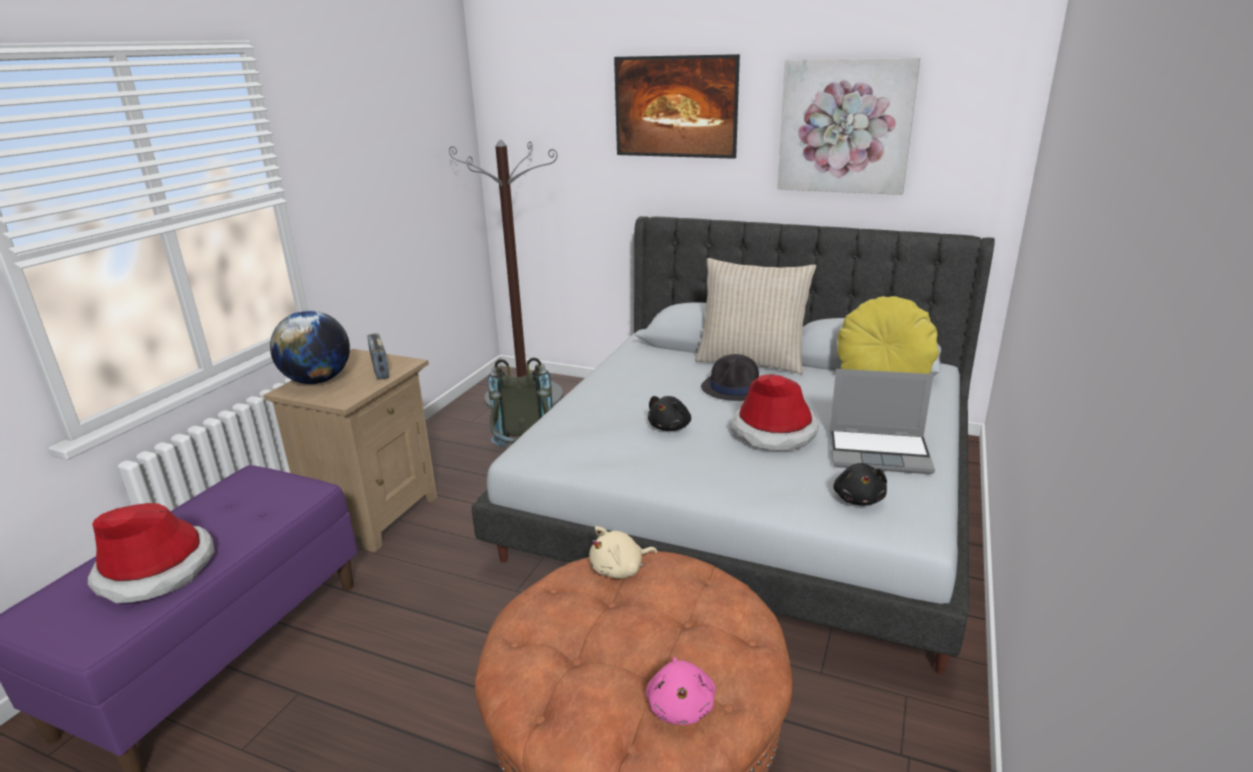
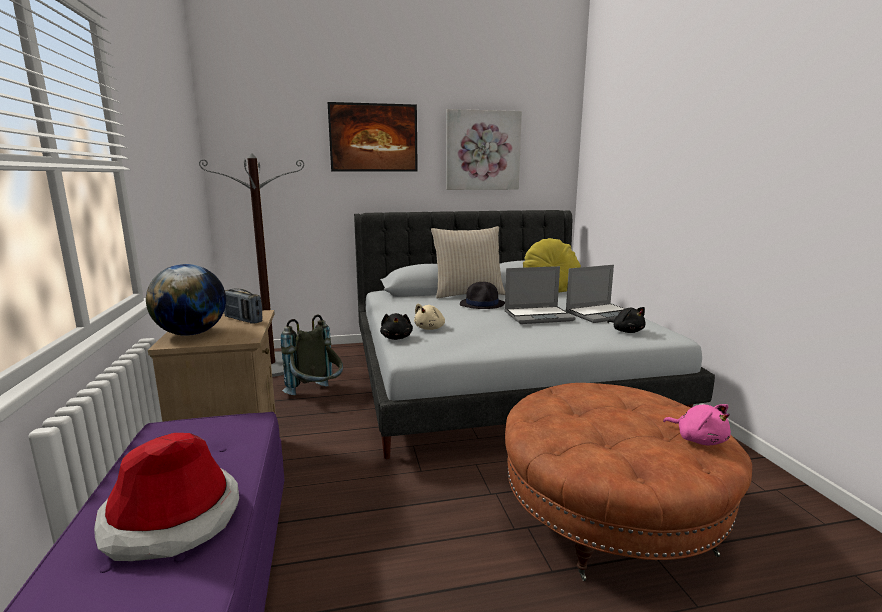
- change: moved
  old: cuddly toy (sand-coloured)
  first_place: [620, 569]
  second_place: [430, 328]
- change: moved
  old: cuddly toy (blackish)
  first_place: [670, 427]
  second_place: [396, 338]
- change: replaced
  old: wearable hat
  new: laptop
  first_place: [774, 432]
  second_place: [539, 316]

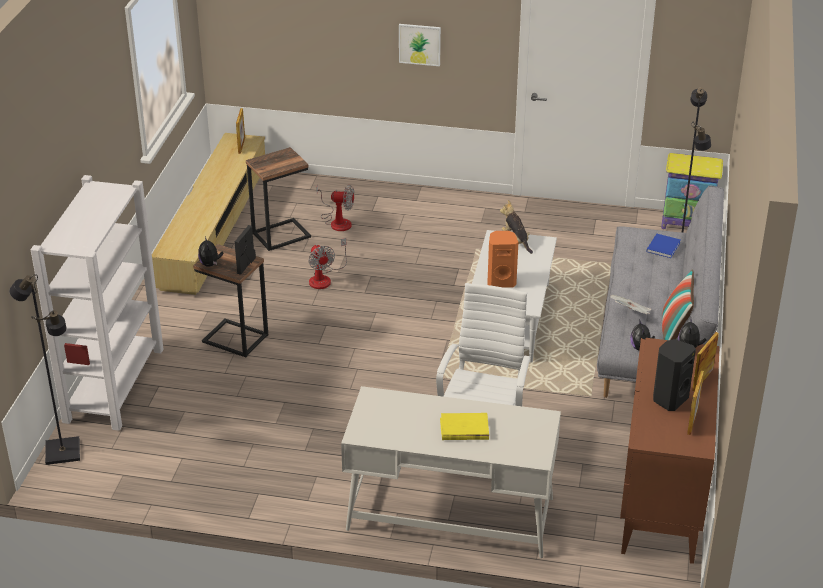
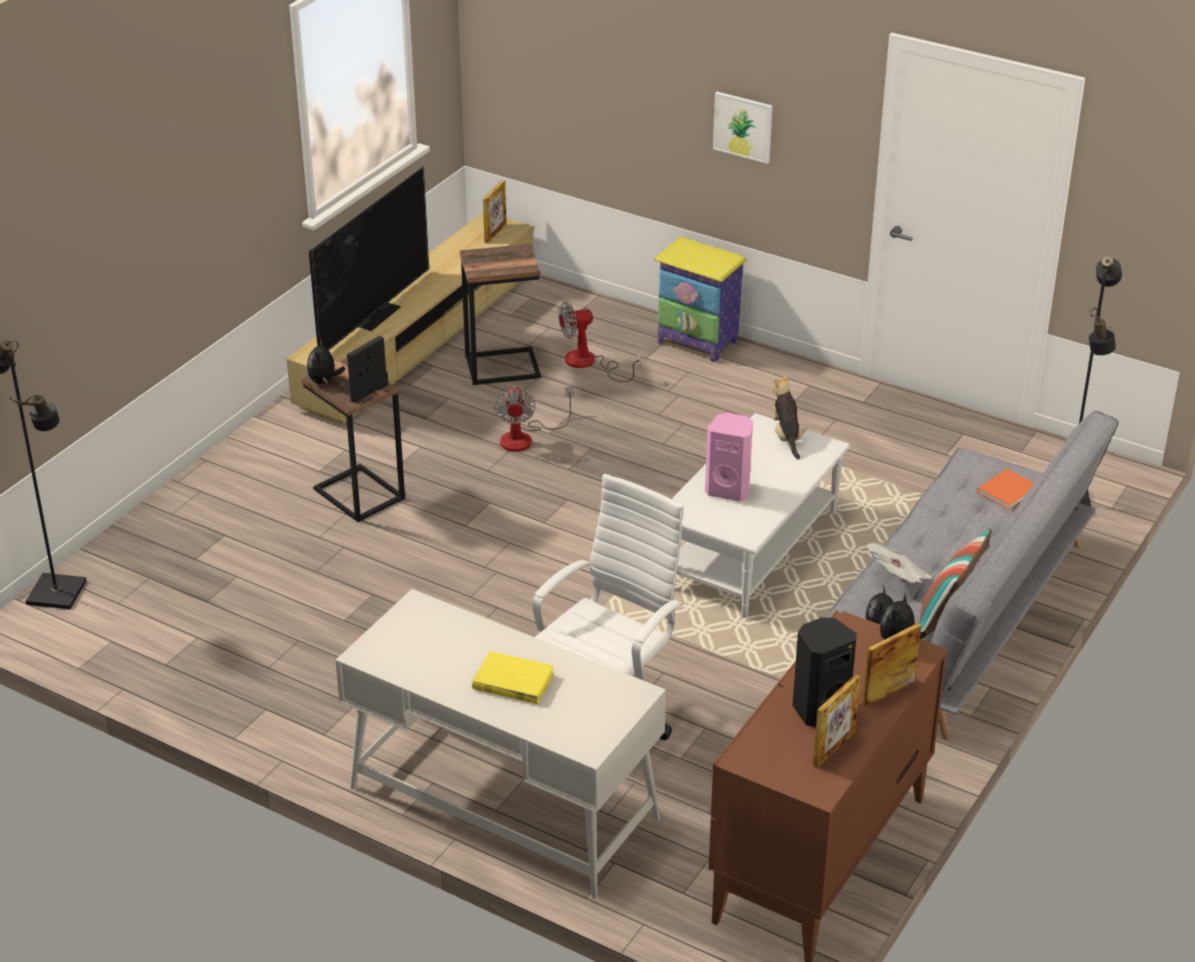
- change: removed
  old: shelving unit (white)
  first_place: [114, 384]
- change: added
  new: television
  second_place: [374, 314]
- change: moved
  old: bedside table
  first_place: [687, 224]
  second_place: [698, 344]
- change: recoloured
  old: loudspeaker (orange)
  new: loudspeaker (pink-coloured)
  first_place: [501, 281]
  second_place: [729, 490]
- change: recoloured
  old: book (blue)
  new: book (orange)
  first_place: [663, 246]
  second_place: [1008, 490]
- change: turned
  old: electric fan
  first_place: [337, 221]
  second_place: [589, 363]
  degrees: 135

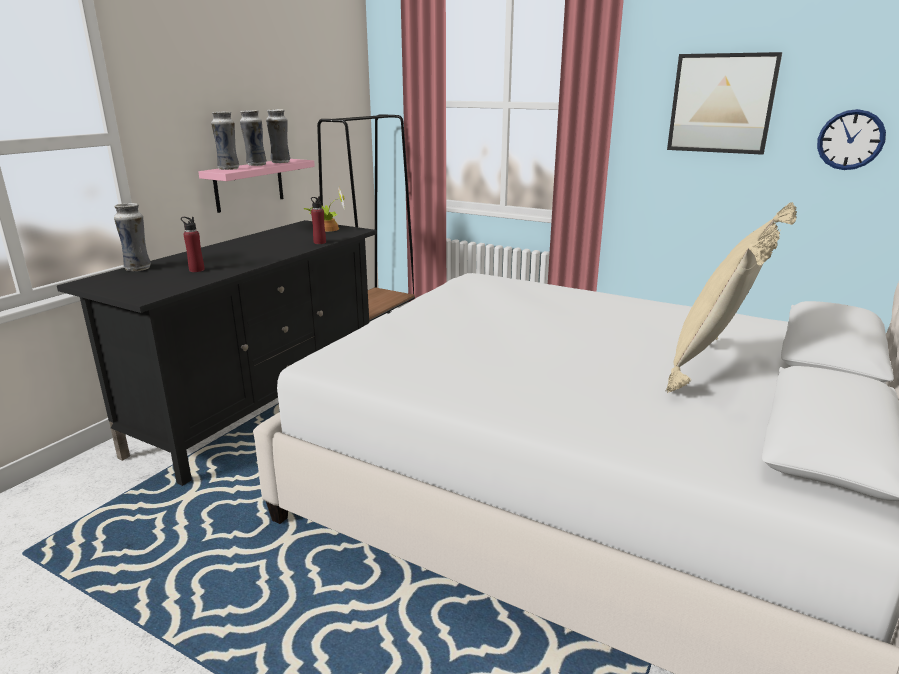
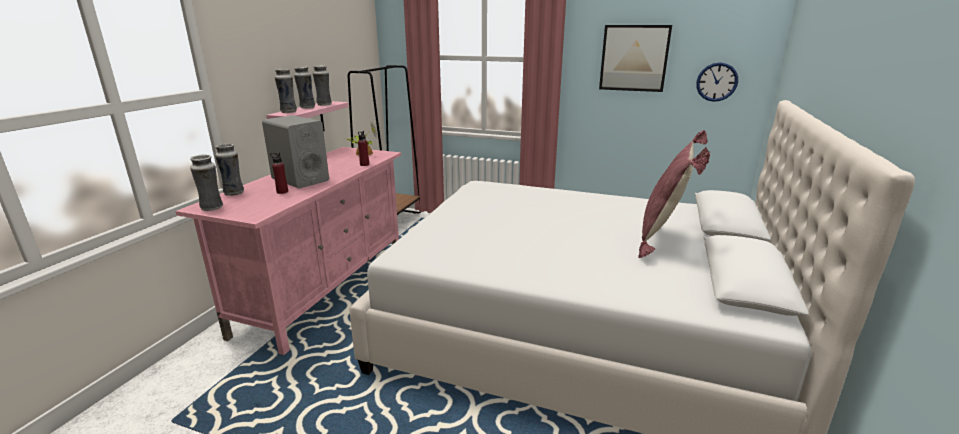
- change: added
  new: vase
  second_place: [212, 208]
- change: added
  new: loudspeaker (gray)
  second_place: [300, 180]
- change: recoloured
  old: drawer chest (blackish)
  new: drawer chest (pink-coloured)
  first_place: [261, 408]
  second_place: [325, 290]
- change: recoloured
  old: throw pillow (sand-coloured)
  new: throw pillow (red)
  first_place: [718, 374]
  second_place: [665, 243]

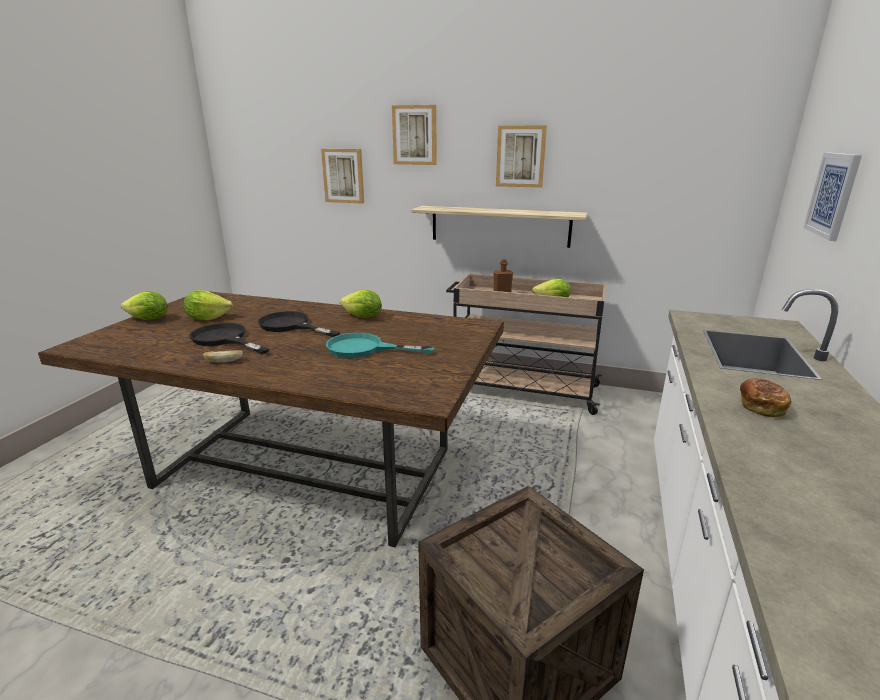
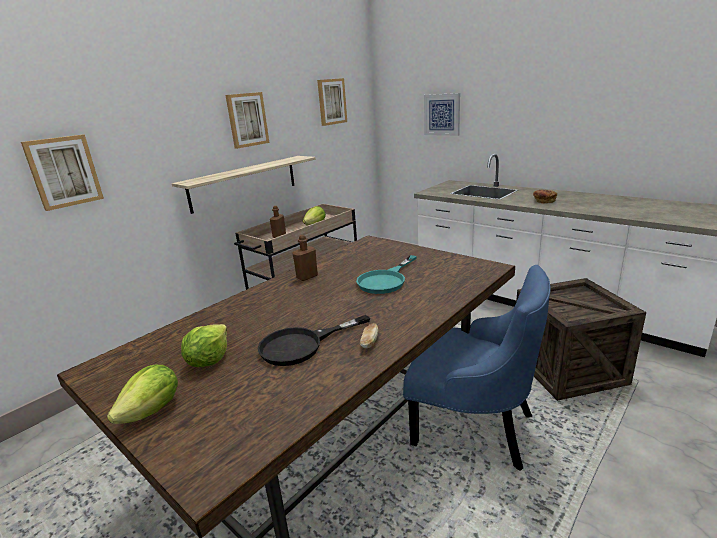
- change: removed
  old: frying pan (blackish)
  first_place: [290, 326]
- change: added
  new: chair (blue)
  second_place: [471, 427]
- change: moved
  old: picture
  first_place: [415, 135]
  second_place: [331, 101]
- change: replaced
  old: lettuce
  new: drink bottle (brown)
  first_place: [363, 317]
  second_place: [307, 277]

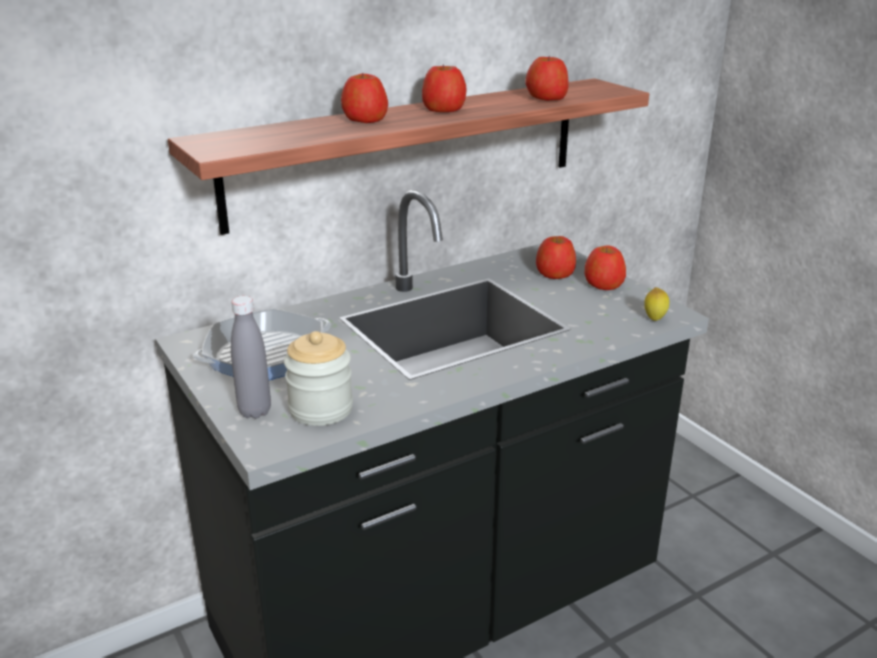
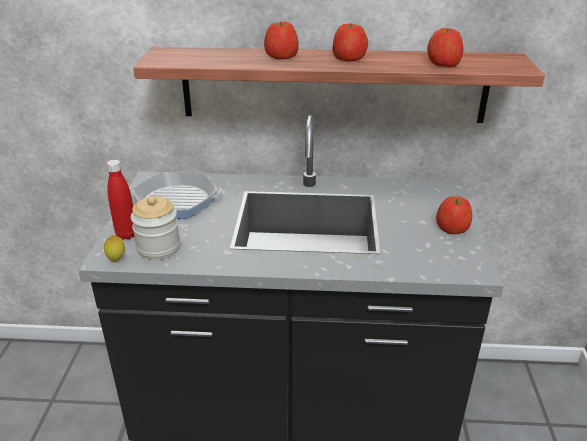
- change: removed
  old: apple fruit
  first_place: [555, 273]
- change: moved
  old: whole lemon
  first_place: [654, 318]
  second_place: [116, 259]
- change: recoloured
  old: drink bottle (gray)
  new: drink bottle (red)
  first_place: [255, 411]
  second_place: [126, 234]

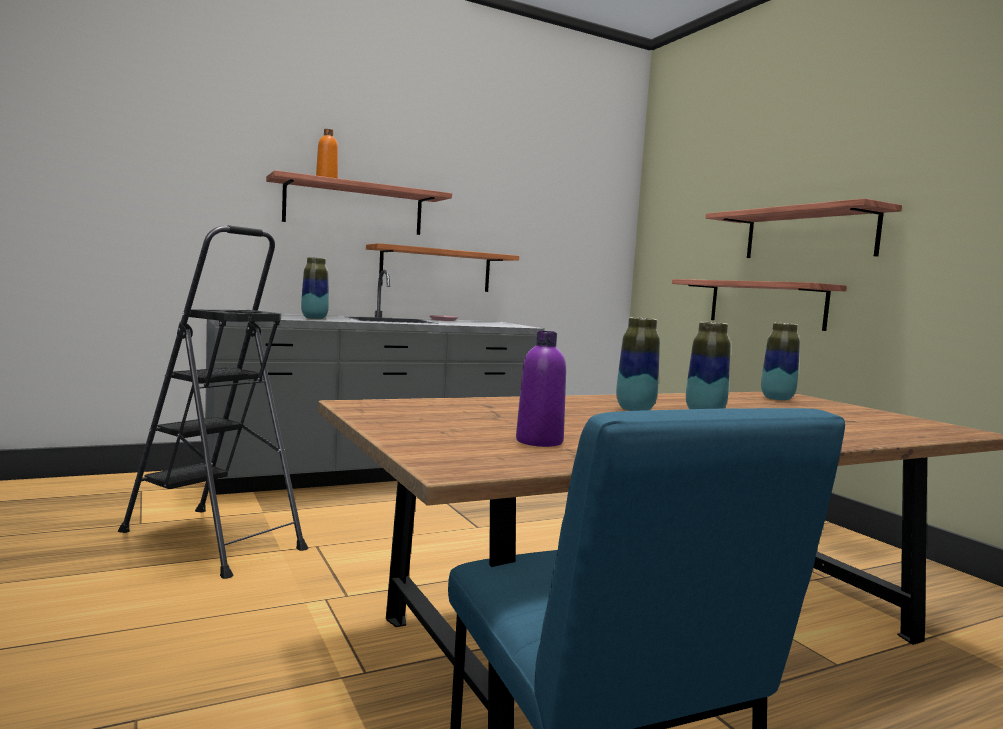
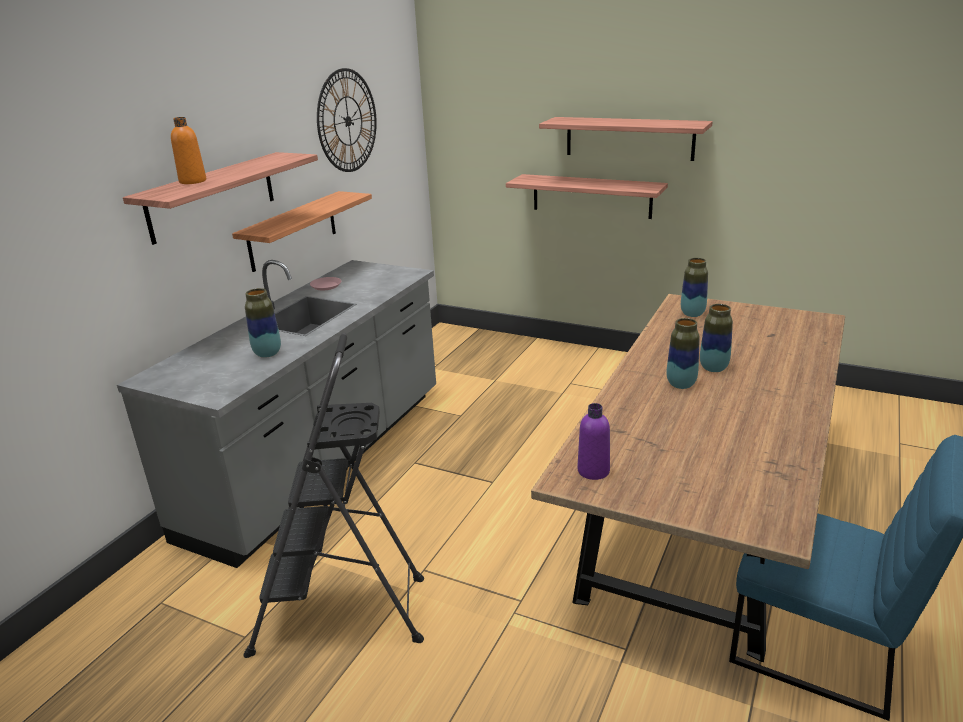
- change: added
  new: hanging clock
  second_place: [347, 121]
- change: moved
  old: drink bottle (purple)
  first_place: [539, 441]
  second_place: [593, 471]

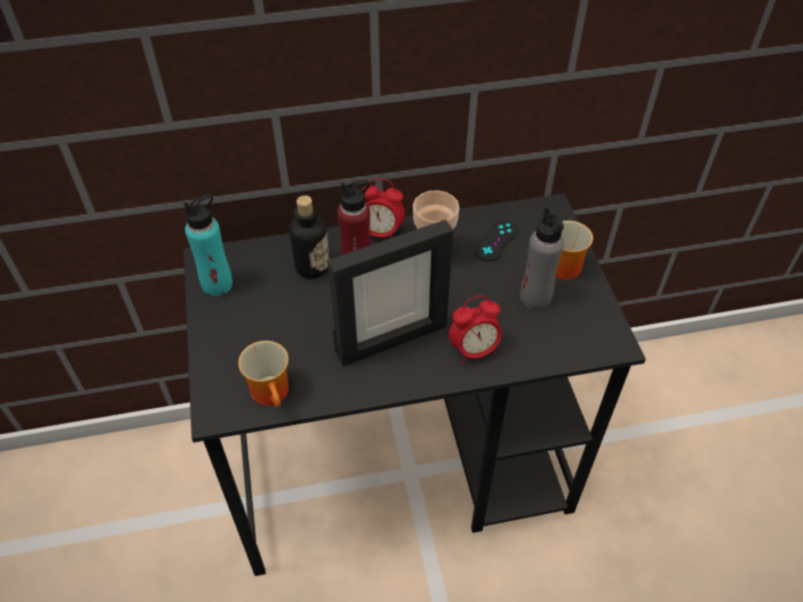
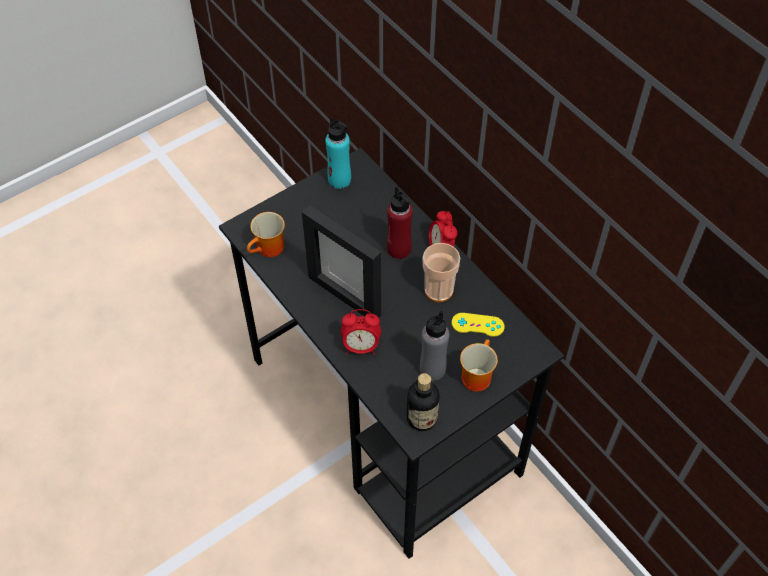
- change: moved
  old: drink bottle
  first_place: [312, 267]
  second_place: [422, 418]
- change: recoloured
  old: game controller (blackish)
  new: game controller (yellowish)
  first_place: [496, 240]
  second_place: [477, 325]
- change: turned
  old: bedside clock
  first_place: [474, 350]
  second_place: [361, 347]
  degrees: -45

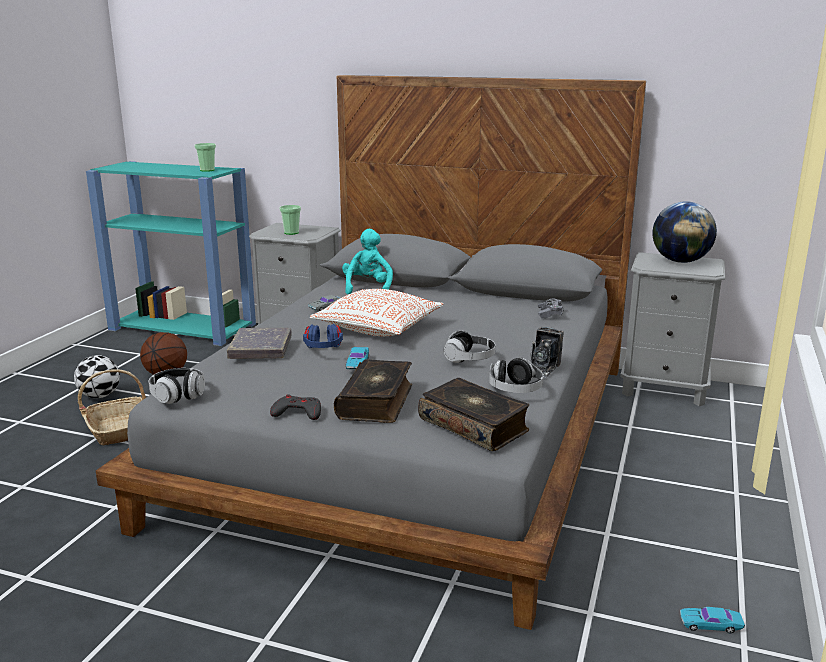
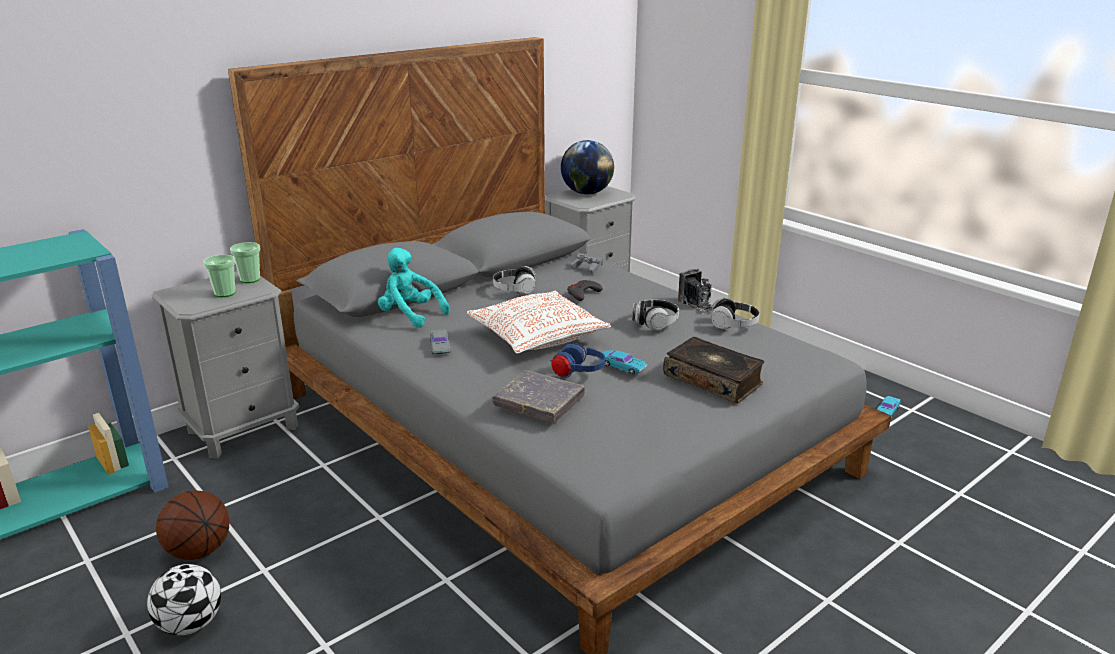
- change: removed
  old: storage basket
  first_place: [118, 429]
- change: removed
  old: book
  first_place: [474, 425]
- change: moved
  old: pair of headphones
  first_place: [178, 395]
  second_place: [514, 290]
- change: moved
  old: cup
  first_place: [207, 170]
  second_place: [250, 279]
- change: moved
  old: game controller (gray)
  first_place: [297, 412]
  second_place: [583, 293]

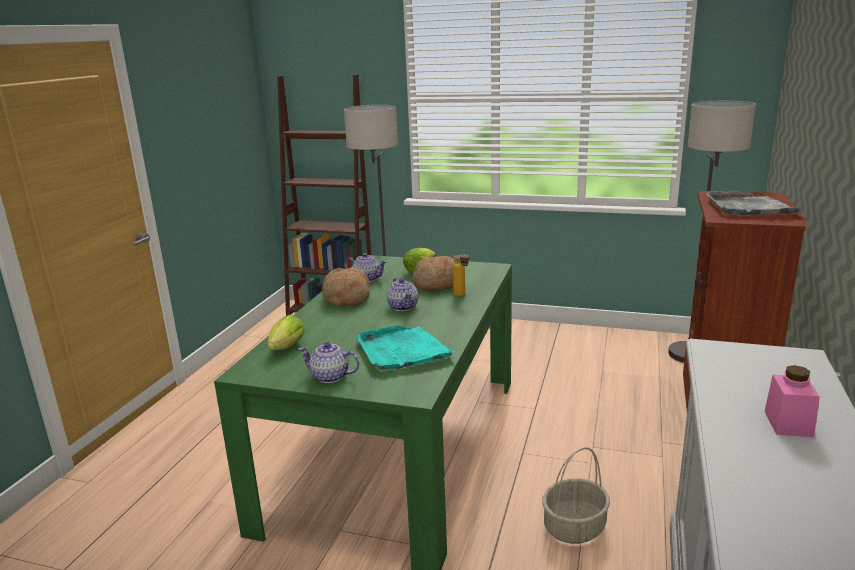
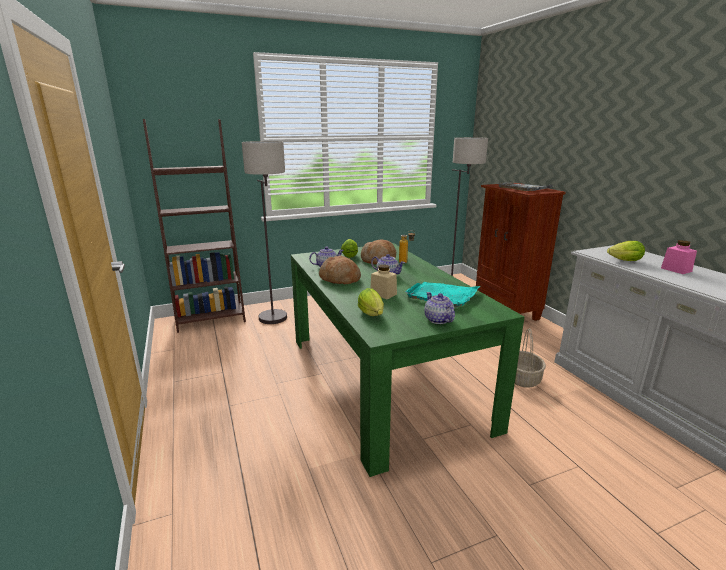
- change: added
  new: preserve jar (sand-coloured)
  second_place: [383, 294]
- change: added
  new: lettuce
  second_place: [623, 261]
- change: turned
  old: teapot
  first_place: [330, 377]
  second_place: [438, 320]
  degrees: 90

